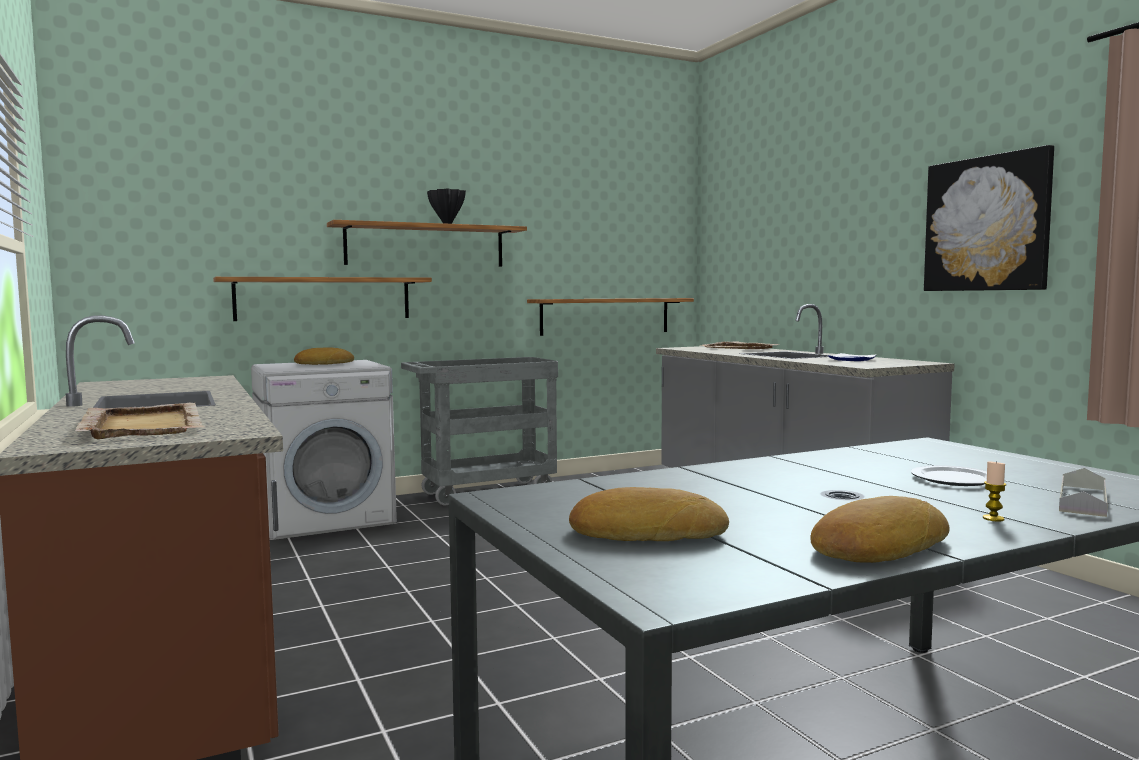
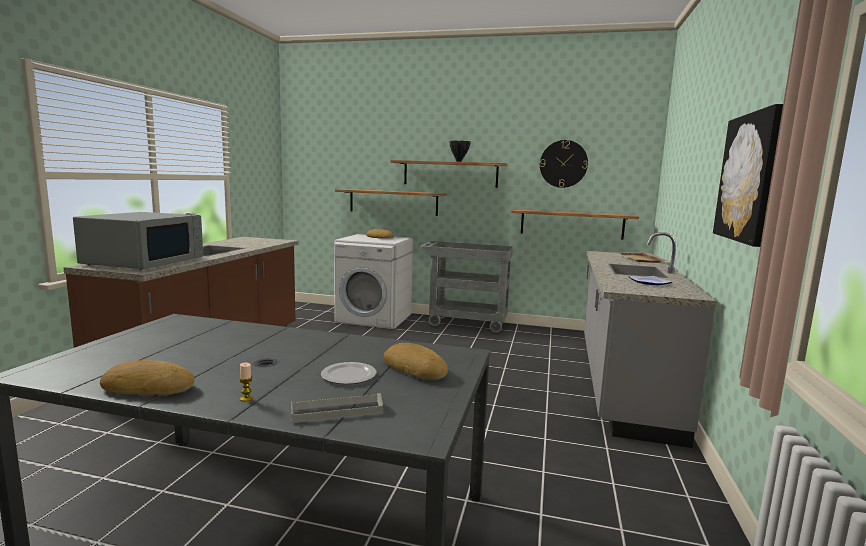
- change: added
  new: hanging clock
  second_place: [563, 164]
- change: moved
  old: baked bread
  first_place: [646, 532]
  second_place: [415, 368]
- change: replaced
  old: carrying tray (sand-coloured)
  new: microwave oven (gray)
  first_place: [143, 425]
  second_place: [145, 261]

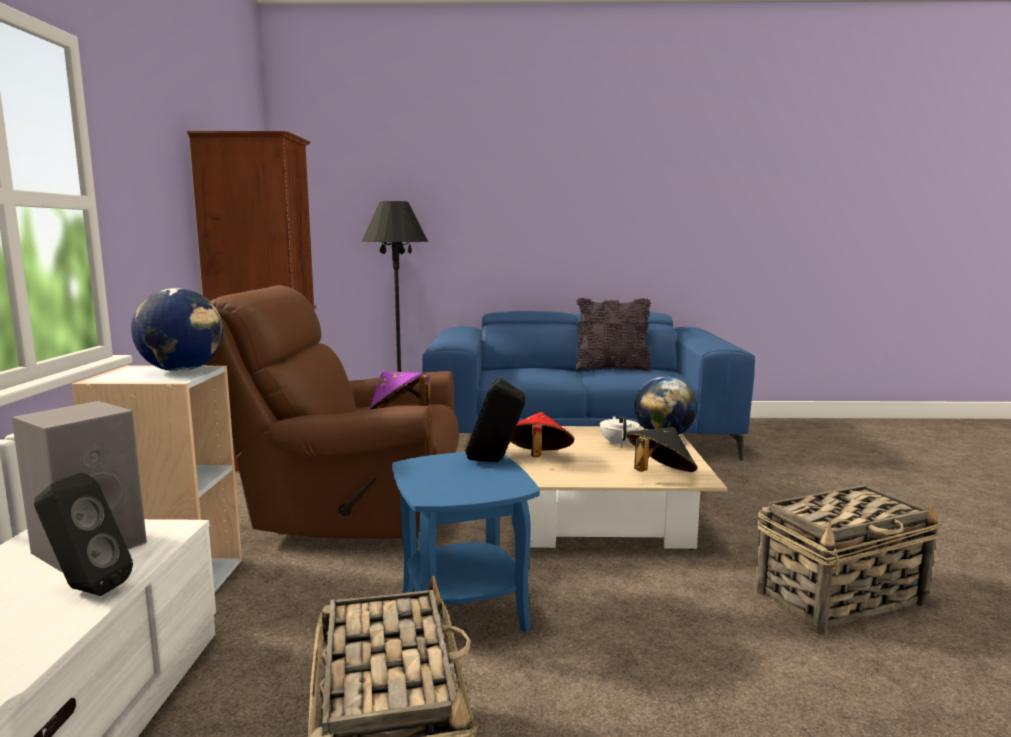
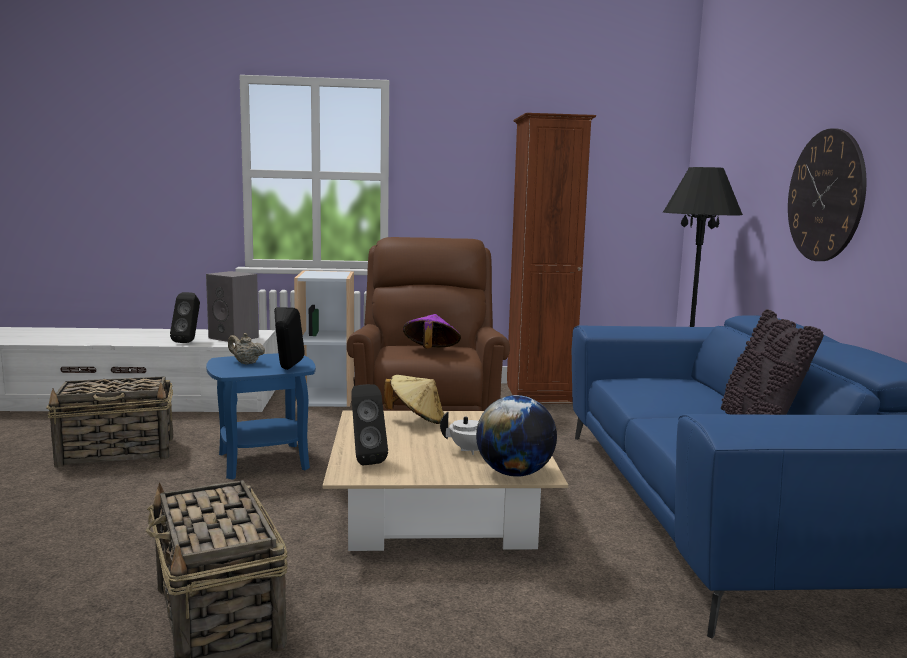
- change: removed
  old: world globe
  first_place: [182, 370]
- change: added
  new: teapot (sand-coloured)
  second_place: [246, 363]
- change: added
  new: hanging clock
  second_place: [825, 196]
- change: replaced
  old: wearable hat (blackish)
  new: loudspeaker (blackish)
  first_place: [659, 475]
  second_place: [365, 460]
- change: recoloured
  old: wearable hat (red)
  new: wearable hat (sand-coloured)
  first_place: [537, 458]
  second_place: [416, 420]

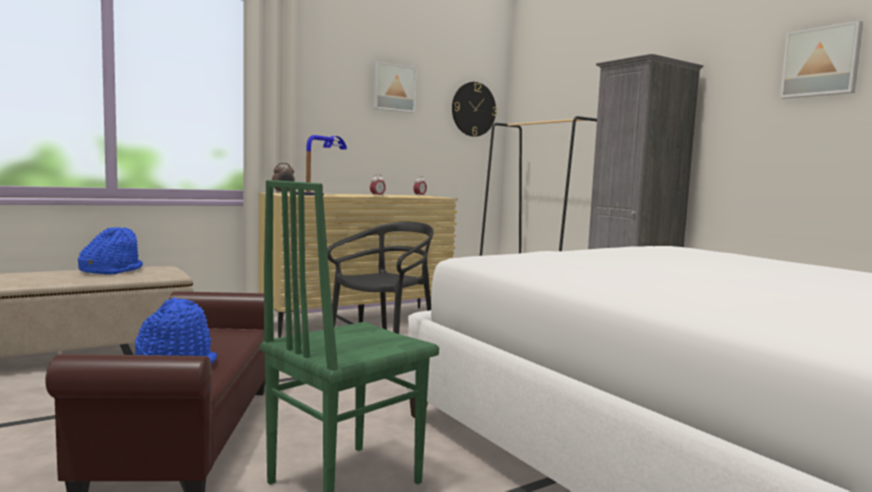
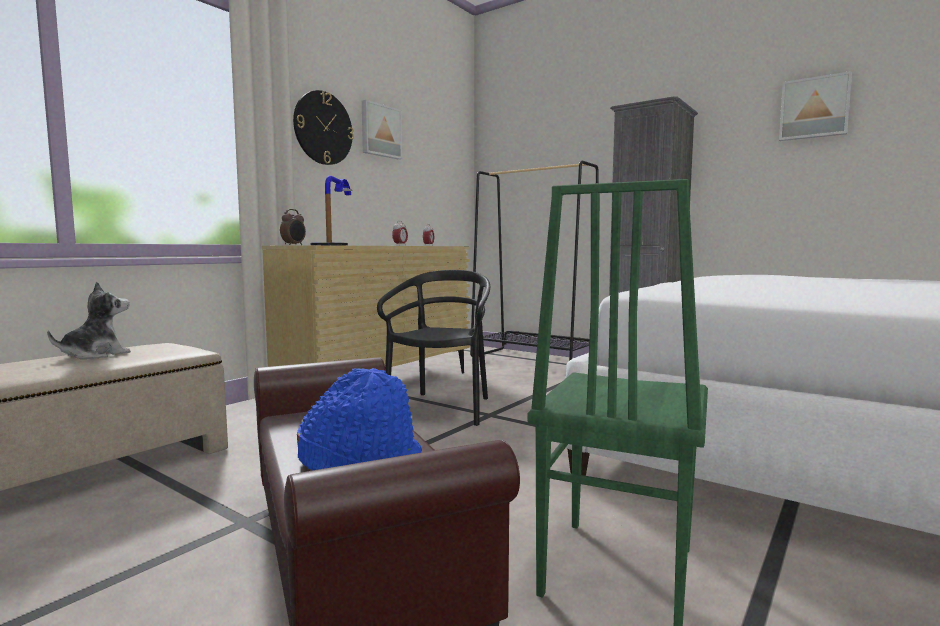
- change: moved
  old: hanging clock
  first_place: [473, 109]
  second_place: [323, 128]
- change: replaced
  old: wearable hat (blue)
  new: cuddly toy
  first_place: [111, 271]
  second_place: [95, 355]

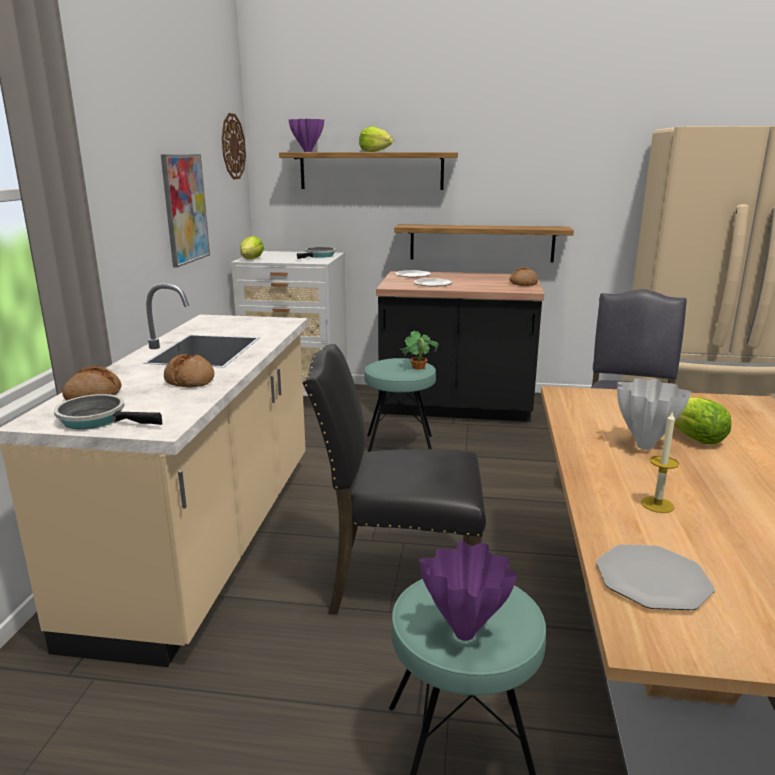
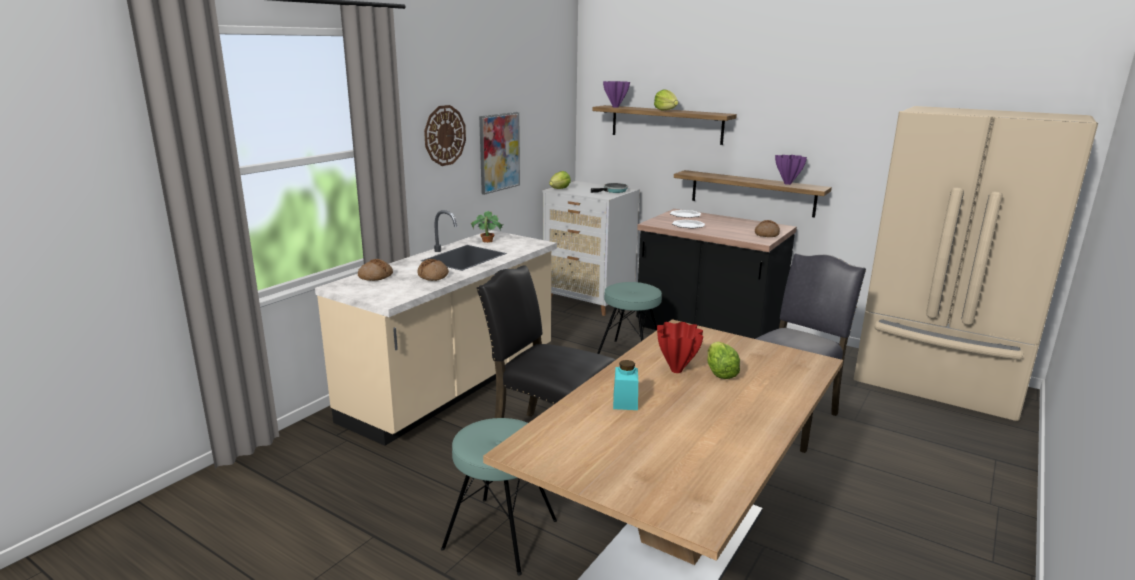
- change: removed
  old: frying pan
  first_place: [98, 419]
- change: removed
  old: flat dish
  first_place: [652, 579]
- change: moved
  old: hanging clock
  first_place: [232, 146]
  second_place: [444, 135]
- change: moved
  old: houseplant
  first_place: [418, 367]
  second_place: [487, 241]
- change: moved
  old: vase (purple)
  first_place: [466, 634]
  second_place: [788, 184]
- change: replaced
  old: candle
  new: preserve jar (turquoise-coloured)
  first_place: [657, 505]
  second_place: [625, 402]
- change: recoloured
  old: vase (white)
  new: vase (red)
  first_place: [645, 446]
  second_place: [677, 370]

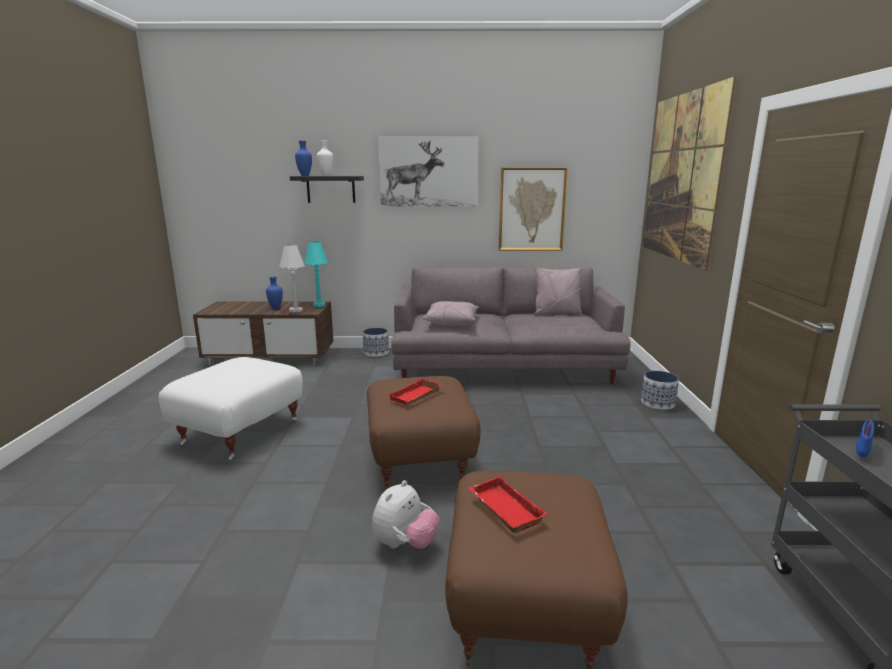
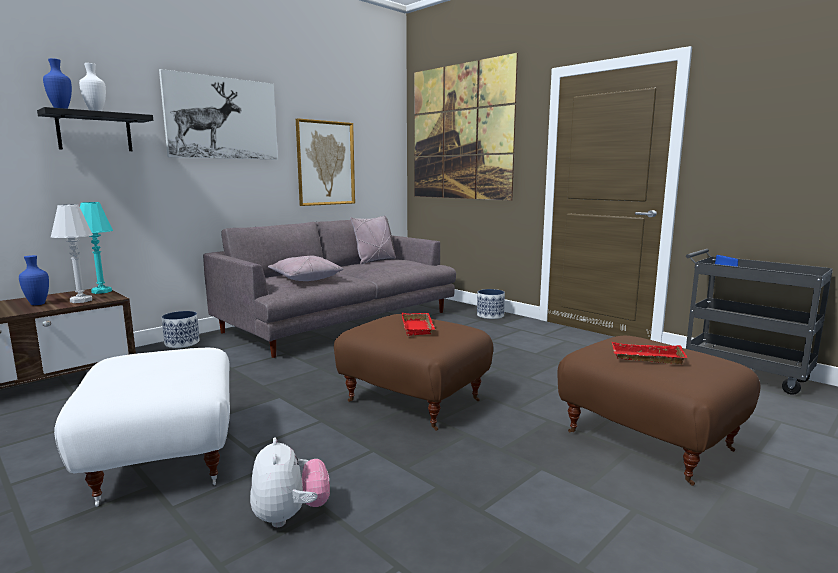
- change: moved
  old: cuddly toy
  first_place: [405, 544]
  second_place: [290, 516]

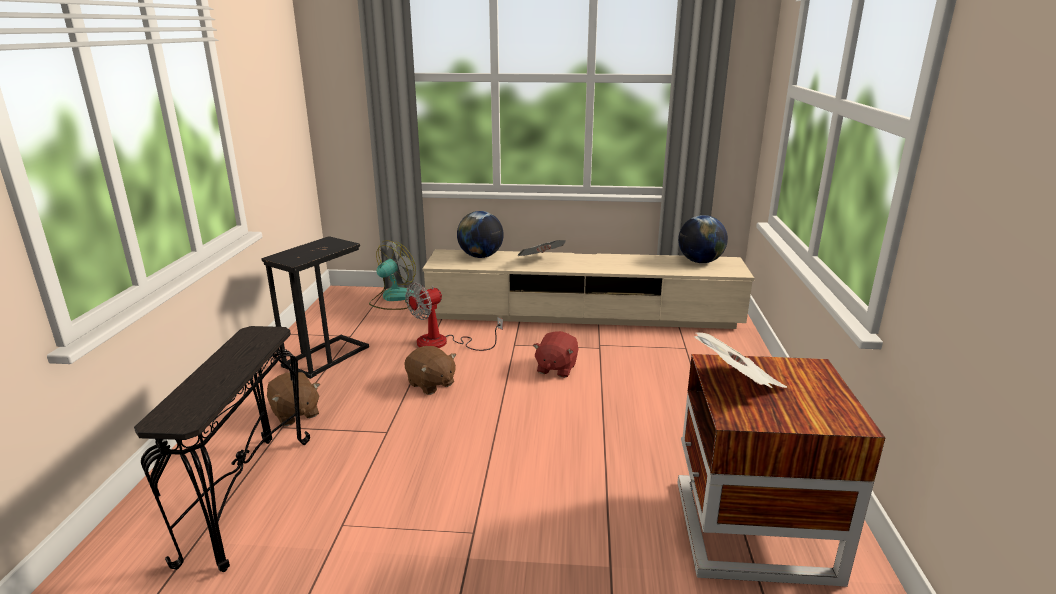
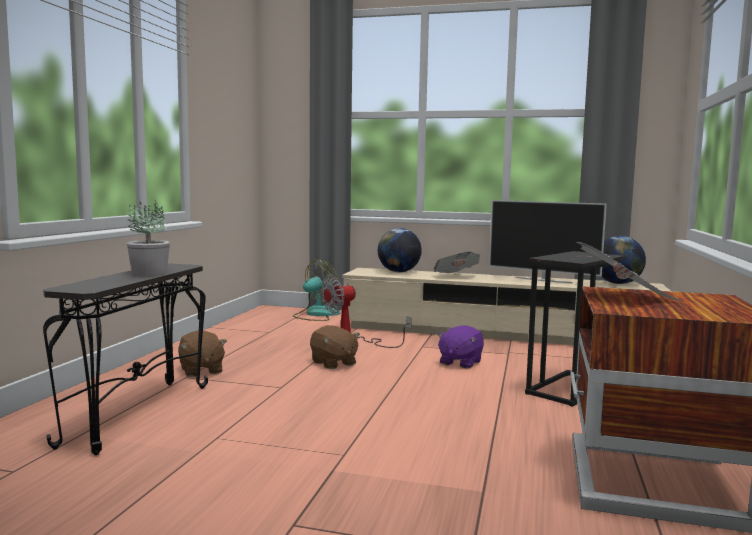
- change: added
  new: houseplant
  second_place: [149, 273]
- change: added
  new: television
  second_place: [543, 280]
- change: moved
  old: accent table (blackish)
  first_place: [326, 357]
  second_place: [569, 389]
- change: recoloured
  old: cuddly toy (red)
  new: cuddly toy (purple)
  first_place: [556, 368]
  second_place: [460, 362]

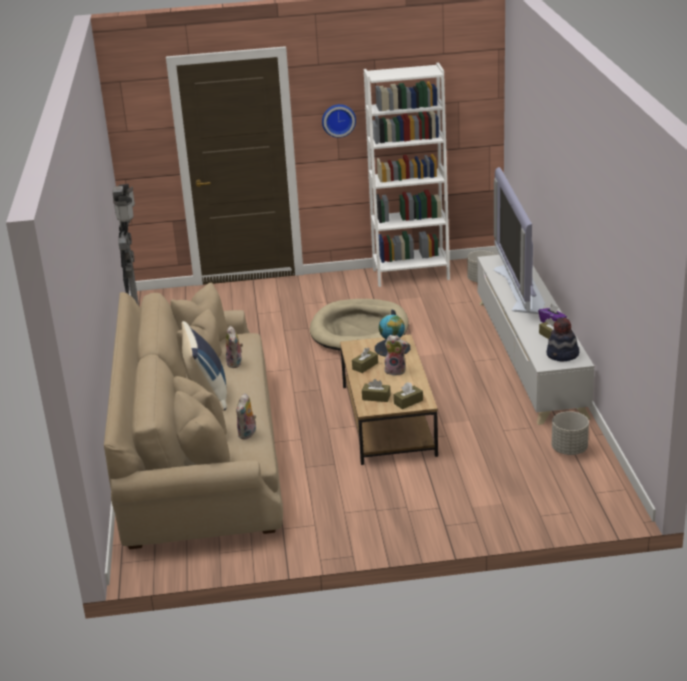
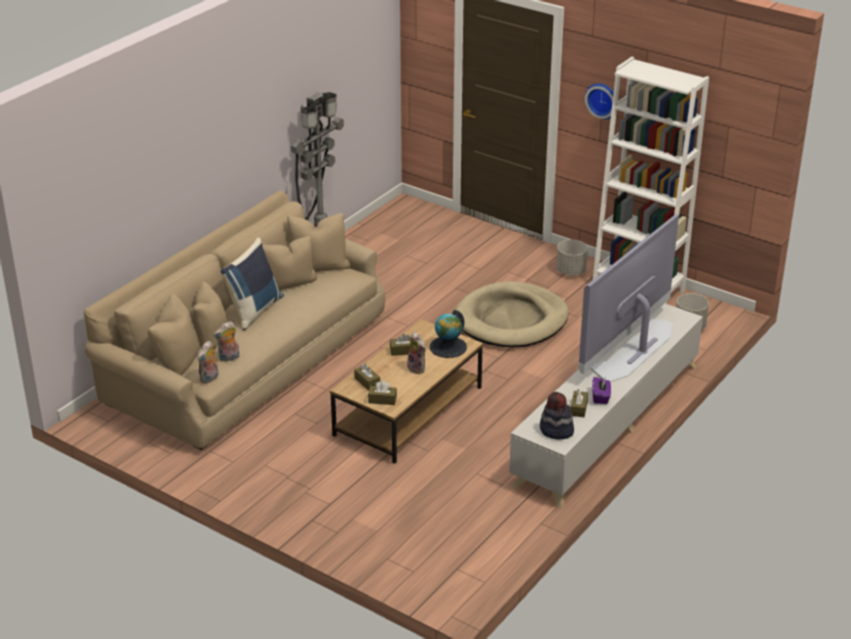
- change: moved
  old: cuddly toy
  first_place: [235, 363]
  second_place: [209, 379]
- change: moved
  old: plant pot (gray)
  first_place: [569, 449]
  second_place: [571, 271]

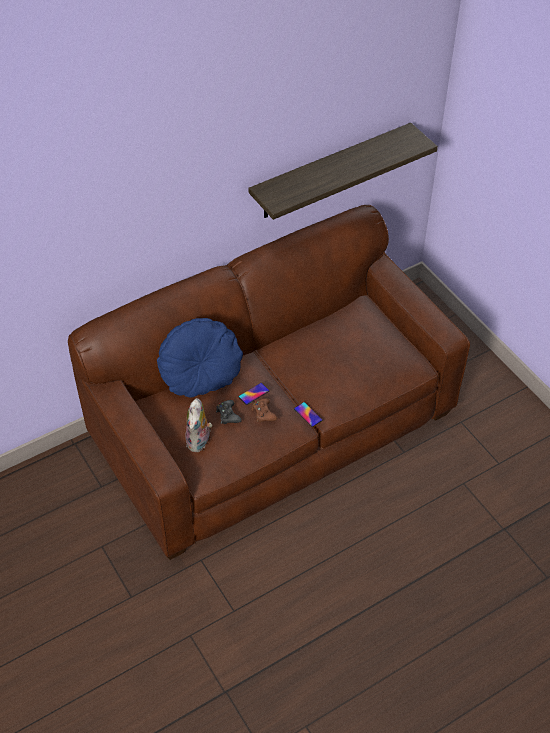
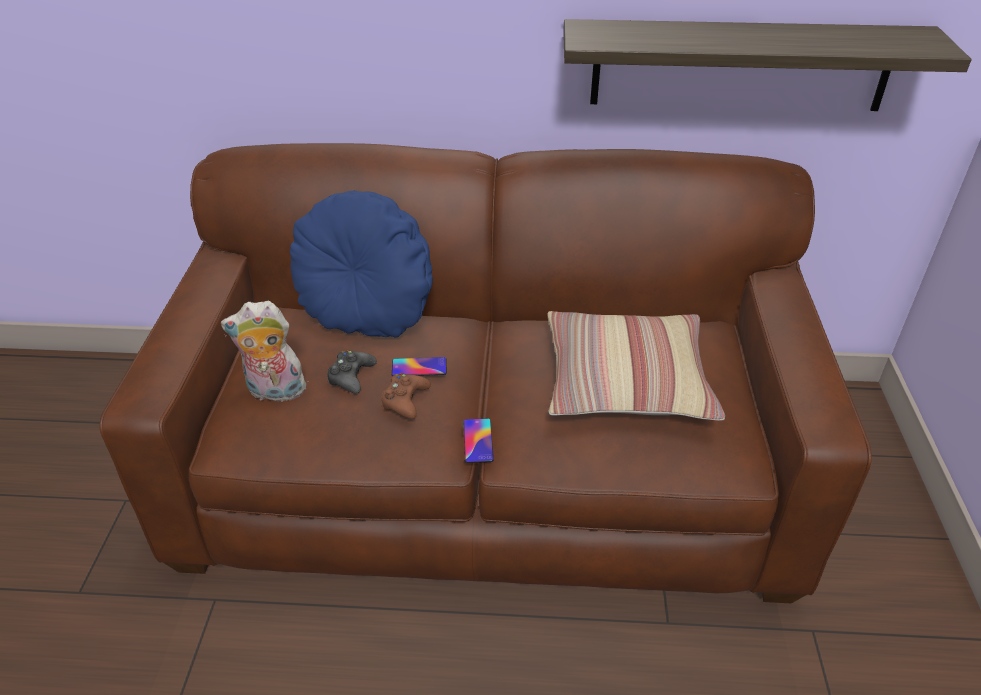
- change: added
  new: throw pillow
  second_place: [626, 380]
- change: turned
  old: cuddly toy
  first_place: [199, 442]
  second_place: [274, 392]
  degrees: 45

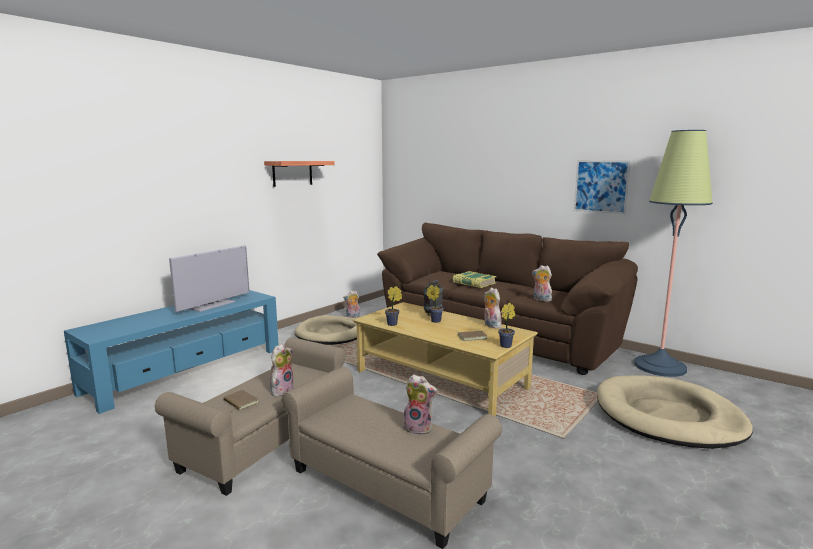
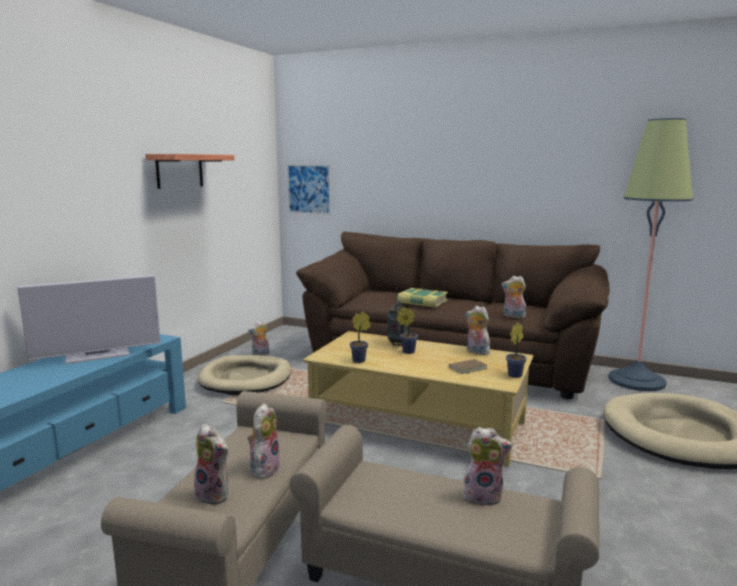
- change: moved
  old: picture
  first_place: [601, 186]
  second_place: [309, 189]
- change: replaced
  old: book (brown)
  new: cuddly toy
  first_place: [240, 402]
  second_place: [215, 495]
- change: turned
  old: television
  first_place: [213, 305]
  second_place: [97, 356]
  degrees: 45

